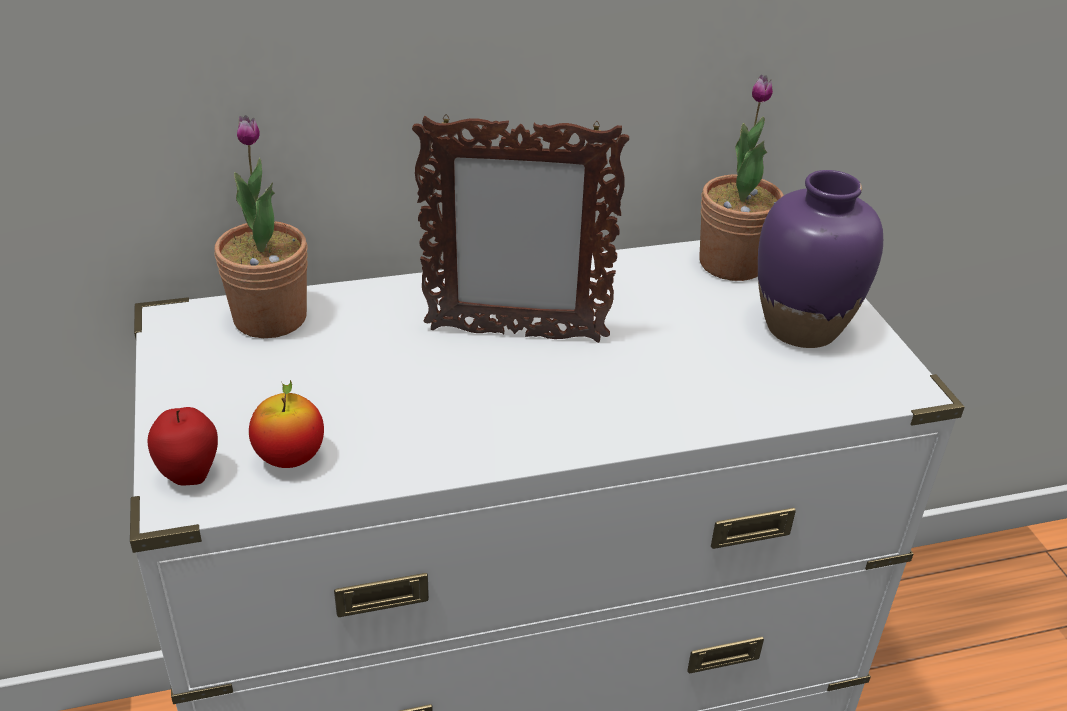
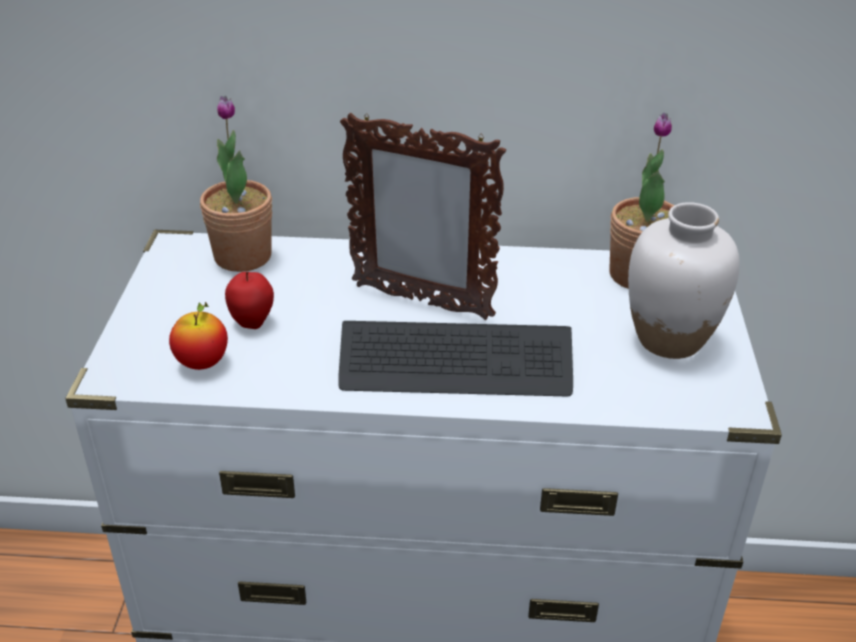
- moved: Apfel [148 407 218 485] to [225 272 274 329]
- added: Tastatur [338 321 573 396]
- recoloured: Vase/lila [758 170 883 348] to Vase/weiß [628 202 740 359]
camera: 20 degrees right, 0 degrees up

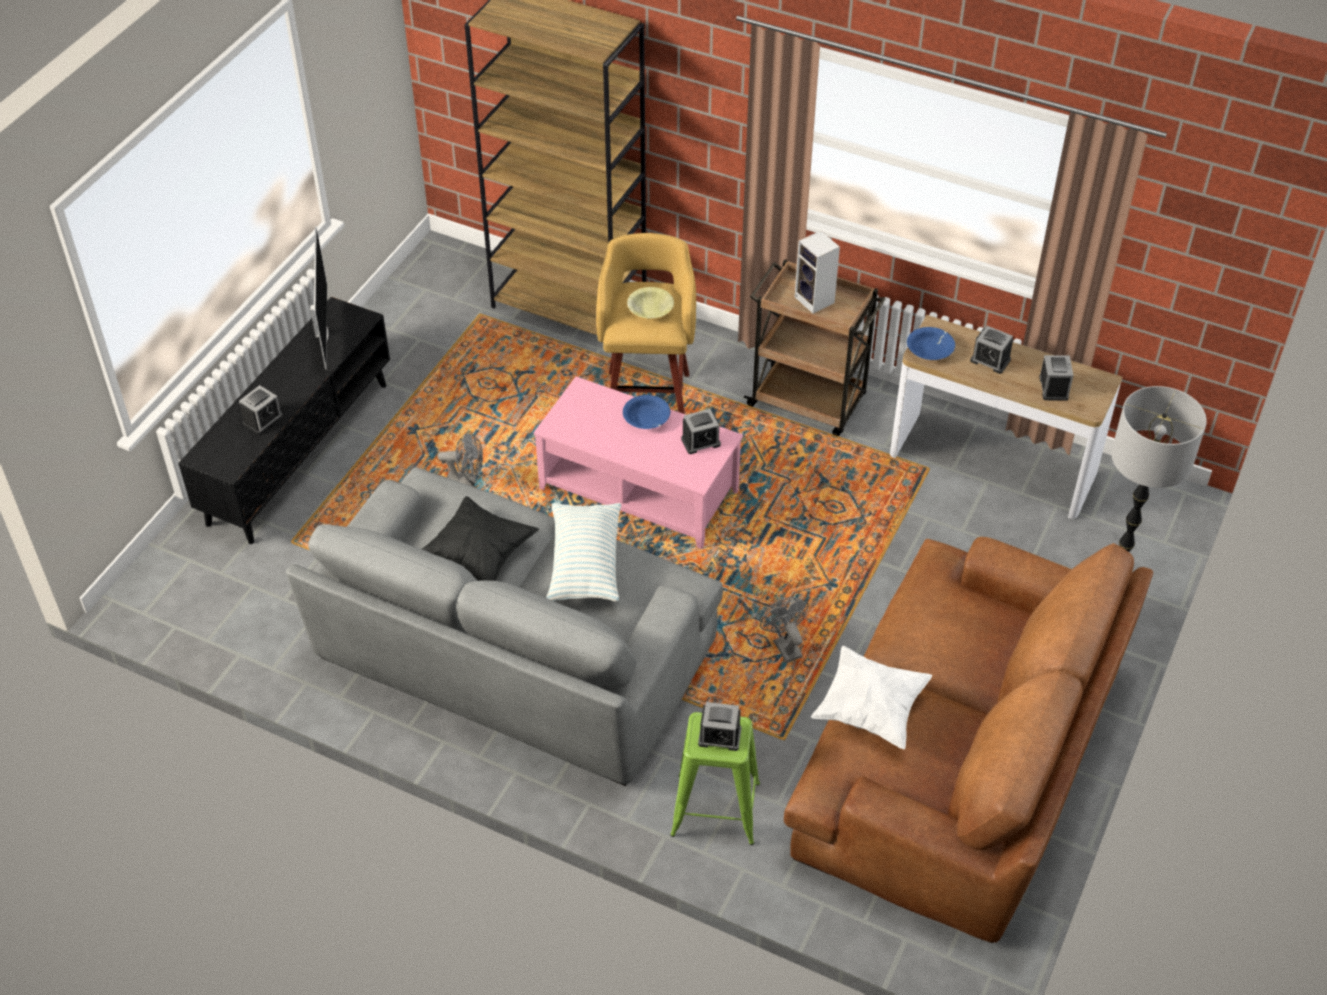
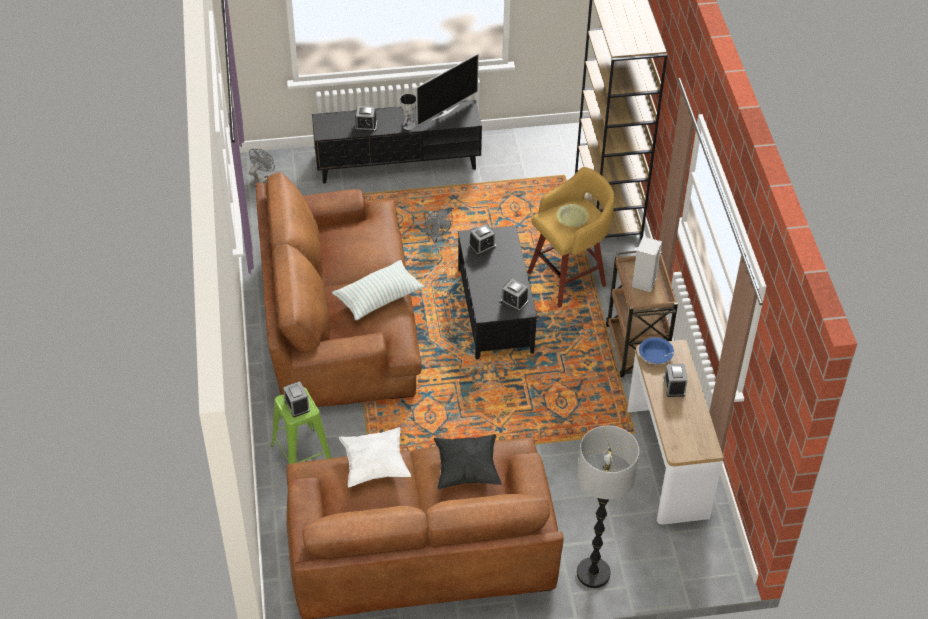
- moved: Ventilator/grau [760 597 809 663] to [249 149 275 187]
- recoloured: Sofa/grau [286 467 723 786] to Sofa/braun [256 172 422 407]
- added: Vase [400 93 416 130]
- moved: Kissen/schwarz [422 496 539 581] to [434 434 502 489]
- recoloured: Couchtisch/rosa [534 376 743 549] to Couchtisch/schwarz [458 226 537 359]
- moved: Wecker [1039 355 1074 401] to [469 224 496 255]
- removed: Schüssel/blau [623 395 670 429]
camera: 55 degrees right, 0 degrees up

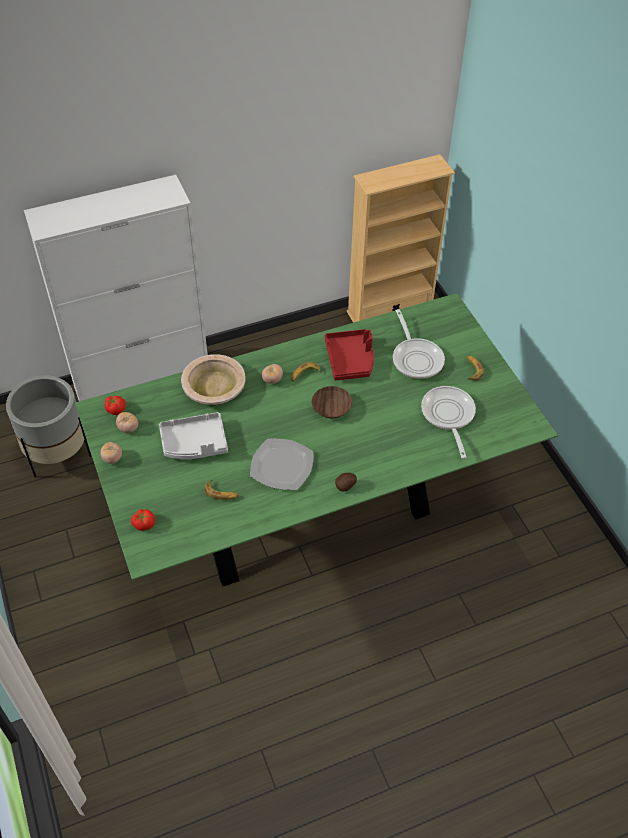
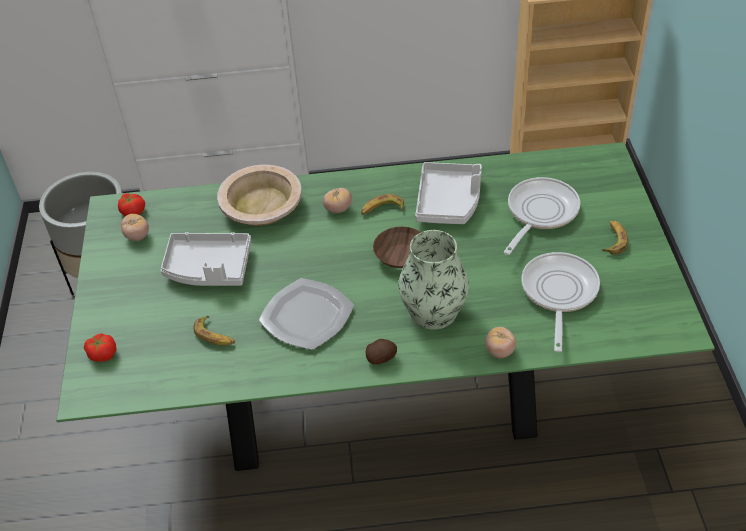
- added: Vase [398 230 469 330]
- recoloured: Tablett/rot [325 329 374 380] to Tablett/grau [415 162 482 224]
- moved: Tomate [100 442 122 464] to [485 327 516 358]
- turned: Pfanne [393 309 445 379] = [504 177 580 255] 150 degrees counterclockwise
camera: 20 degrees right, 5 degrees down

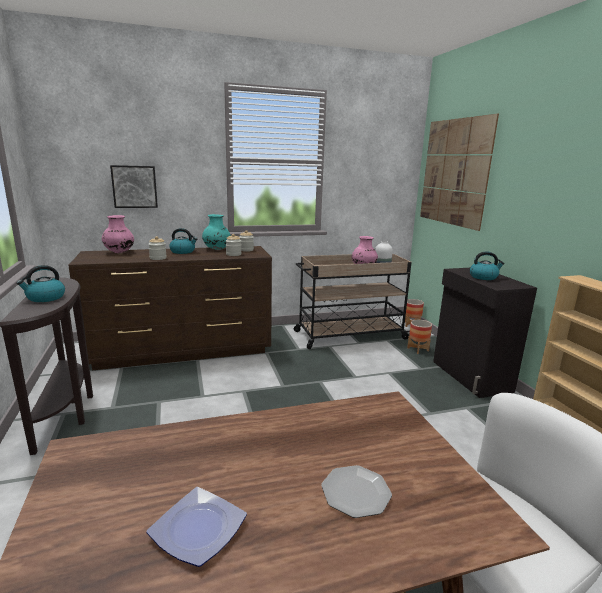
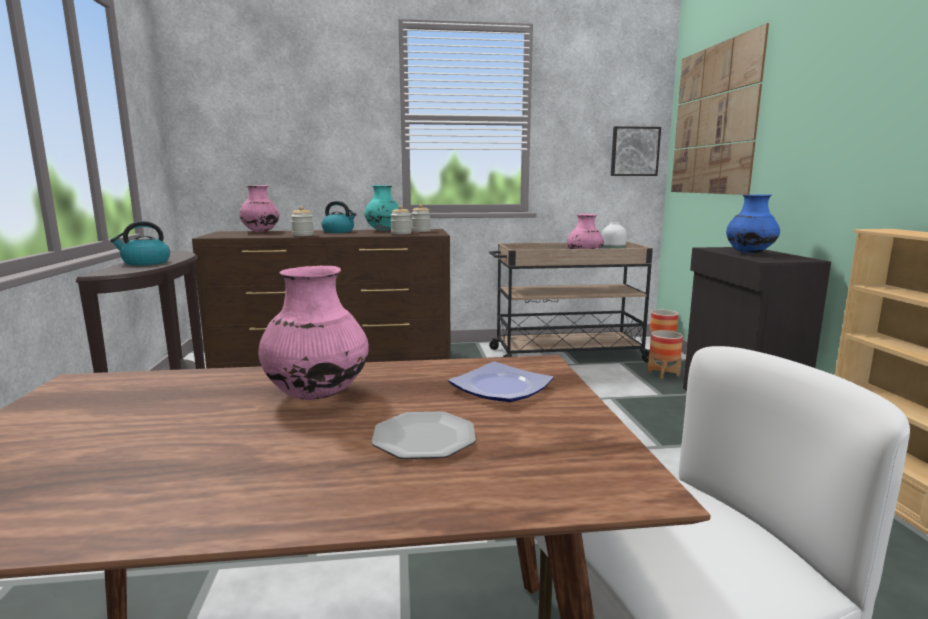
- added: Vase/rosa [258 266 369 400]
- moved: Teller [147 487 247 567] to [448 361 554 402]
- moved: Bild [110 165 158 208] to [611 126 661 176]
- replaced: Wasserkessel [470 251 505 280] to Vase/blau [726 194 780 254]
camera: 10 degrees right, 5 degrees down

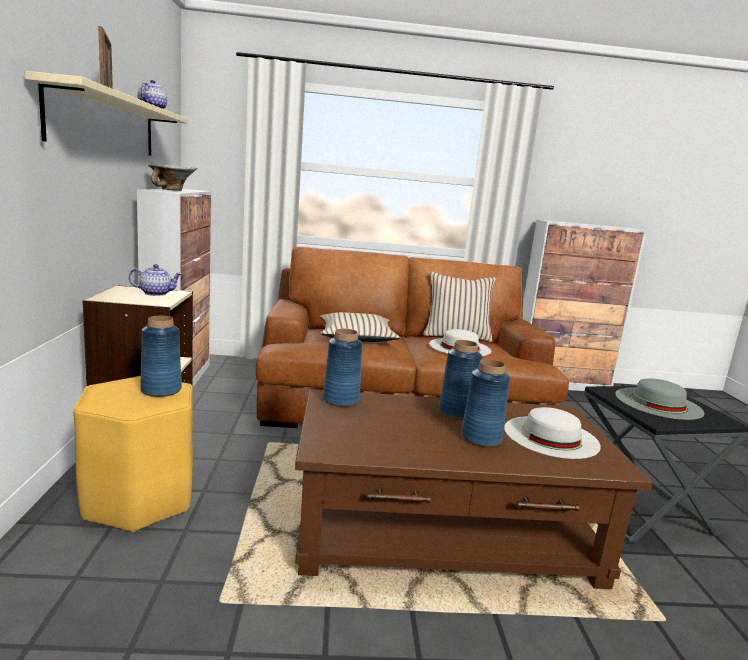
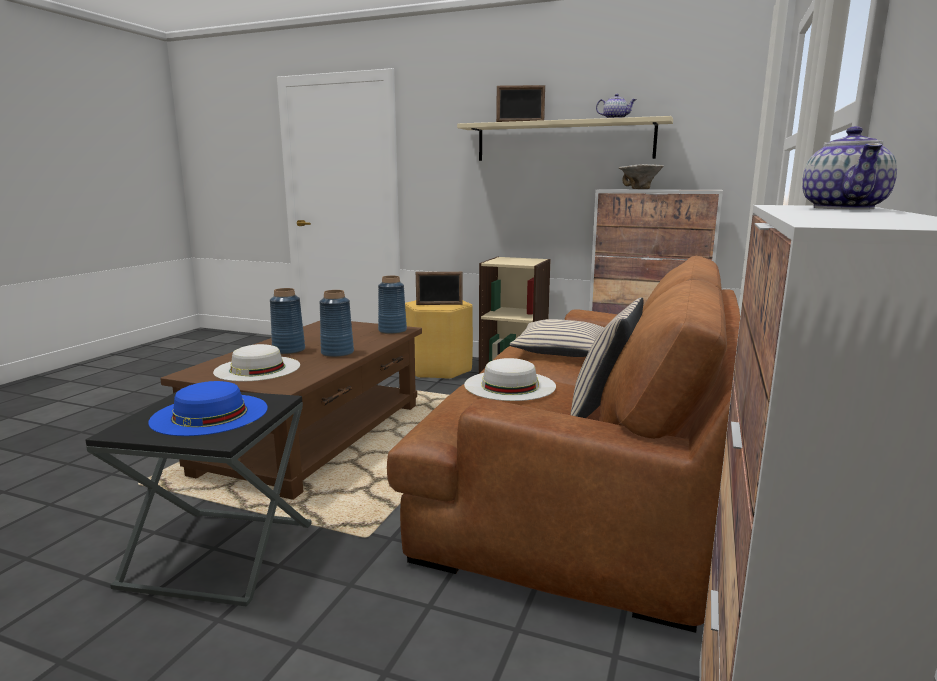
- recoloured: Hut/grau [615 378 704 420] to Hut/blau [148 381 268 436]
- replaced: Vase/blau [140 316 182 397] to Bilderrahmen [416 272 463 305]
- moved: Teekanne [129 264 182 296] to [802 126 897 210]
camera: 115 degrees right, 0 degrees up

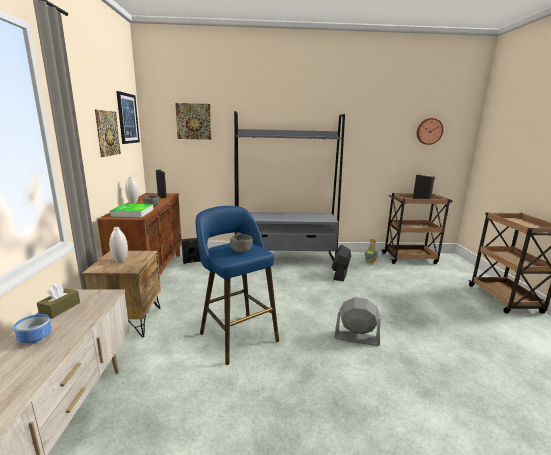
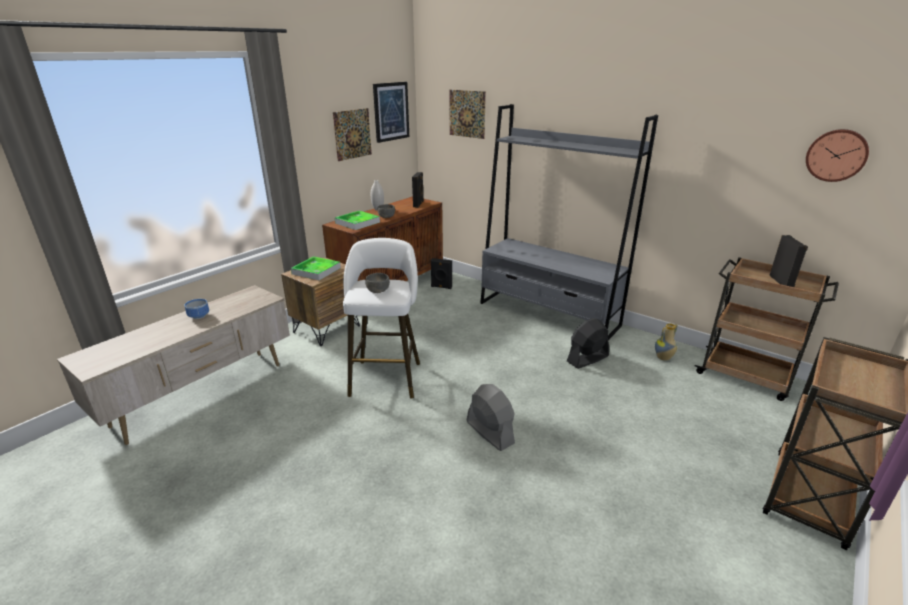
- replaced: Vase/weiß [109 227 128 263] to Tablett [291 256 341 280]
- recoloured: Hocker/blau [196 206 279 365] to Hocker/weiß [343 238 420 399]
- removed: Taschentuchbox/braun [37 284 80 319]
camera: 40 degrees right, 10 degrees up

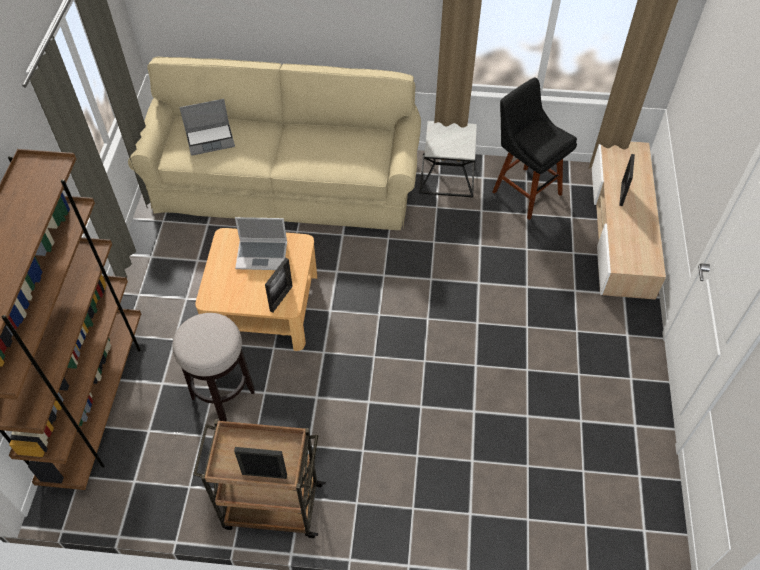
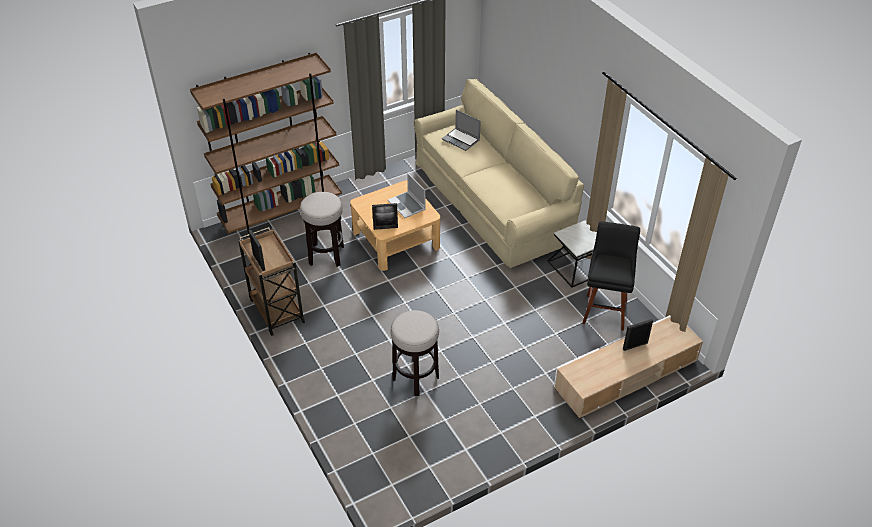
- added: Hocker [390 310 439 396]
camera: 55 degrees right, 10 degrees down

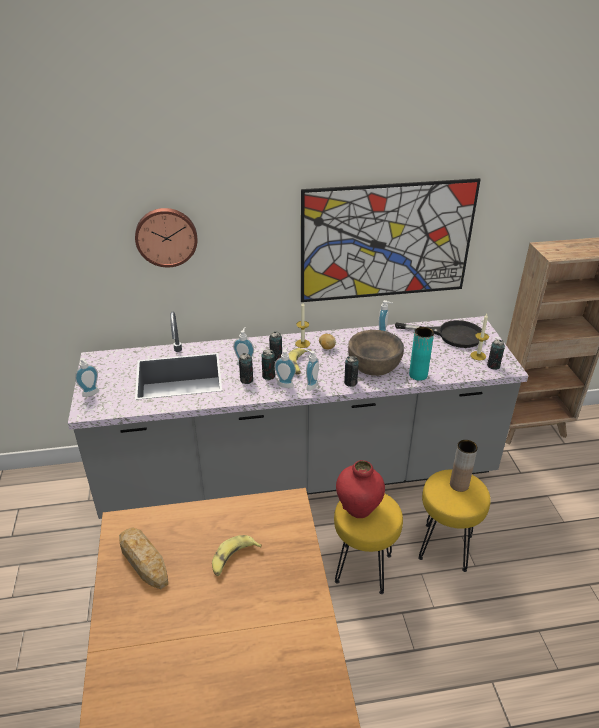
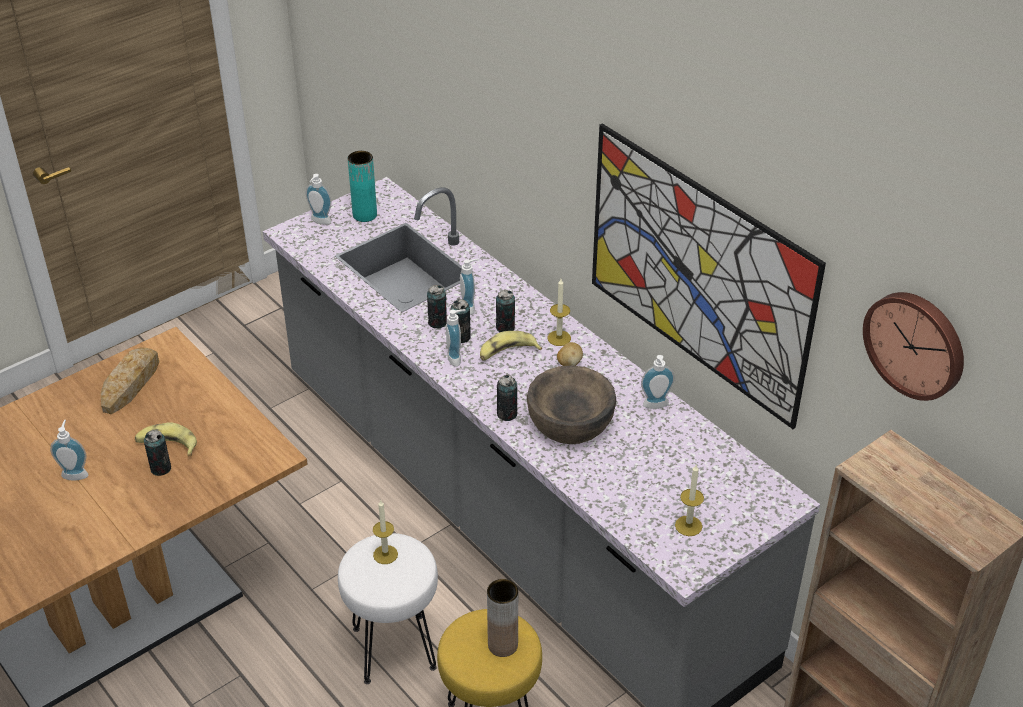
- moved: Seifenspender [305 349 319 391] to [50 420 89 481]
- moved: Dose [487 340 505 370] to [144 430 171 476]
- recoloured: Hocker/gelb [334 494 403 594] to Hocker/weiß [338 533 438 684]
- moved: Vase/türkis [409 327 434 381] to [348 151 377 222]
- replaced: Vase/rot [336 460 385 518] to Kerze [373 500 398 564]
- moved: Wanduhr [135 208 197 267] to [863 292 964 401]
- removed: Pfanne/schwarz [395 320 482 348]
camera: 60 degrees right, 5 degrees up

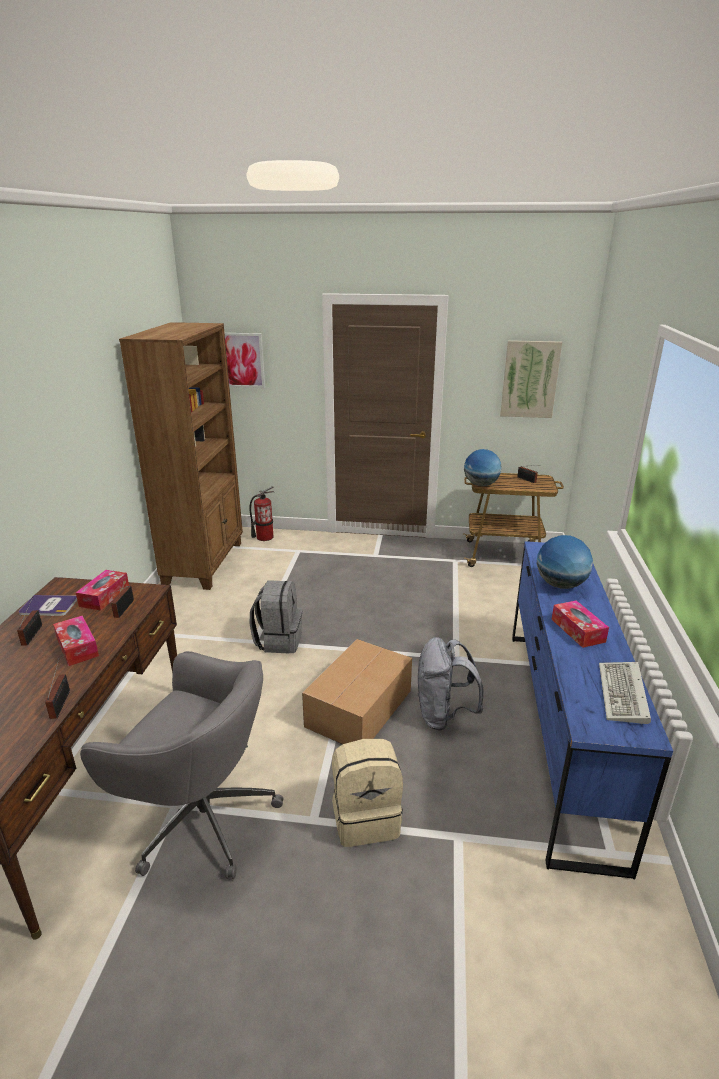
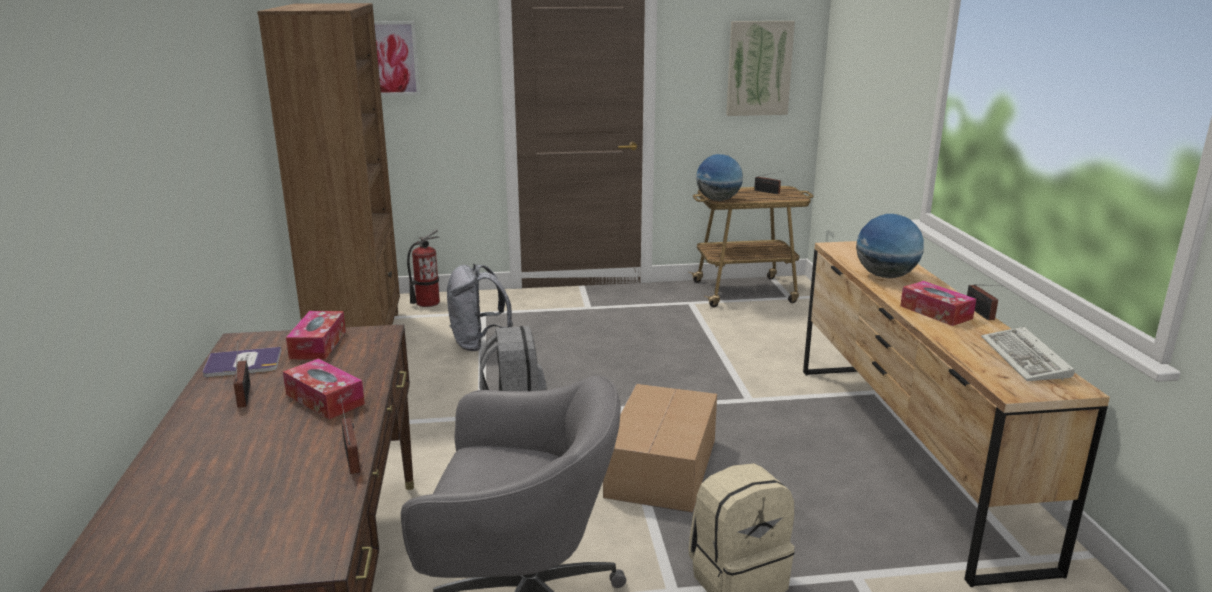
- moved: Rucksack/grau [417 637 484 731] to [447 264 513 351]
- recoloured: Kommode/blau [512 541 673 879] to Kommode/braun [803 241 1110 587]
- moved: Radio [111 586 134 618] to [967 284 998 320]
camera: 15 degrees left, 5 degrees down

